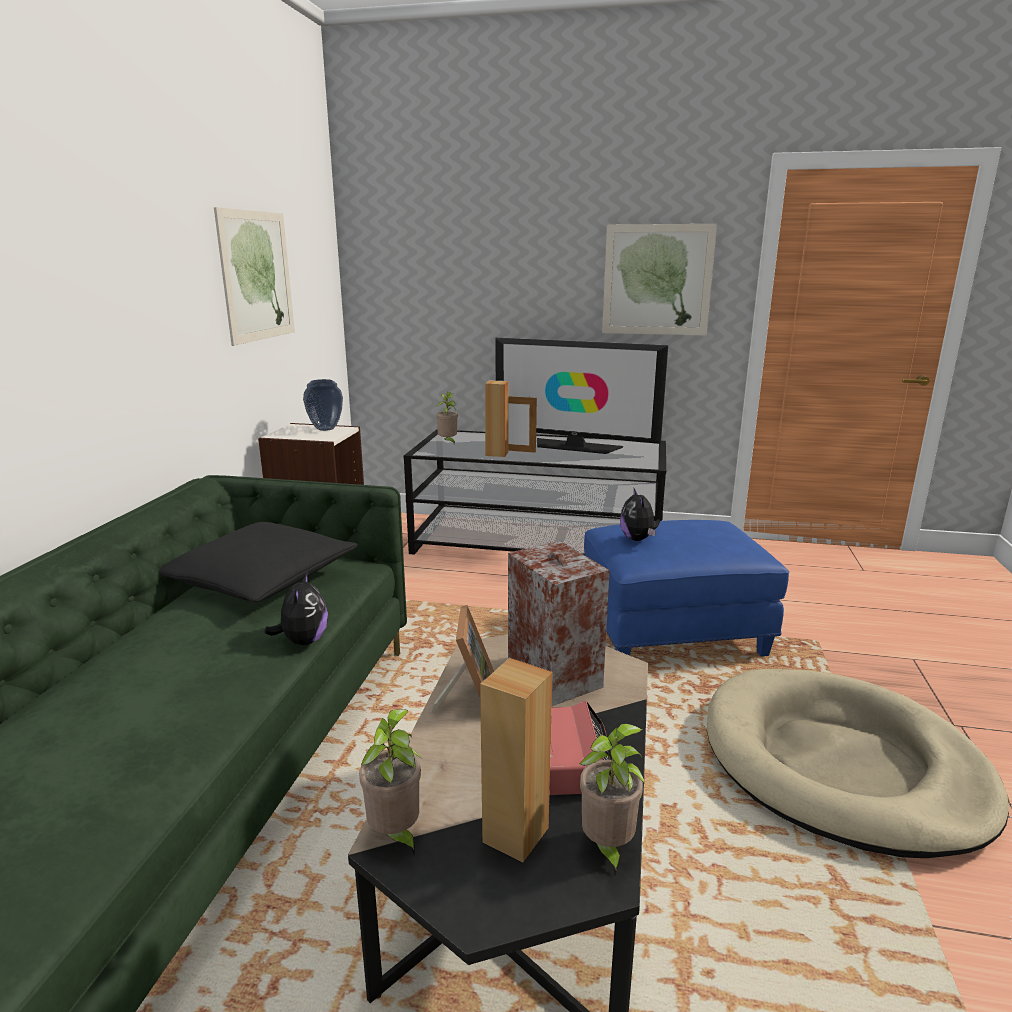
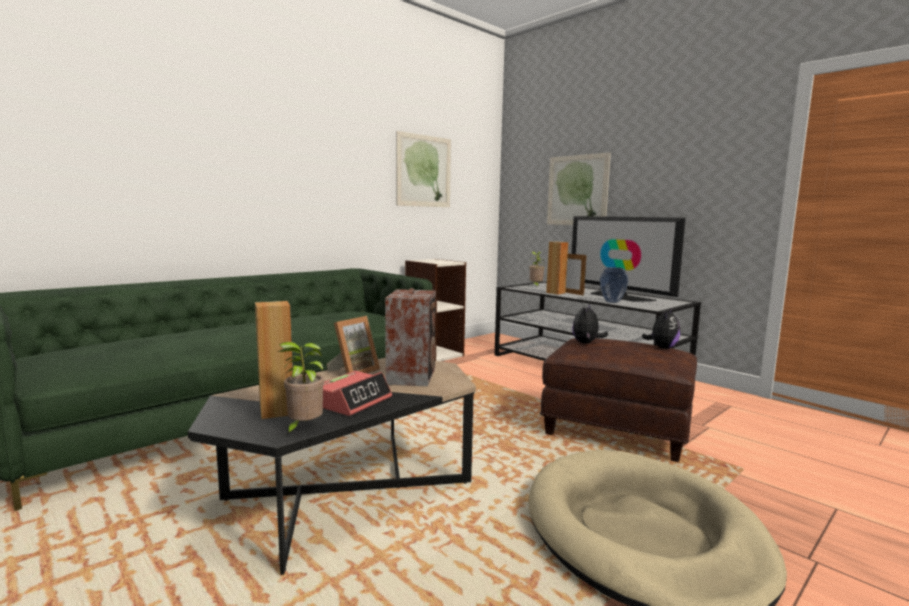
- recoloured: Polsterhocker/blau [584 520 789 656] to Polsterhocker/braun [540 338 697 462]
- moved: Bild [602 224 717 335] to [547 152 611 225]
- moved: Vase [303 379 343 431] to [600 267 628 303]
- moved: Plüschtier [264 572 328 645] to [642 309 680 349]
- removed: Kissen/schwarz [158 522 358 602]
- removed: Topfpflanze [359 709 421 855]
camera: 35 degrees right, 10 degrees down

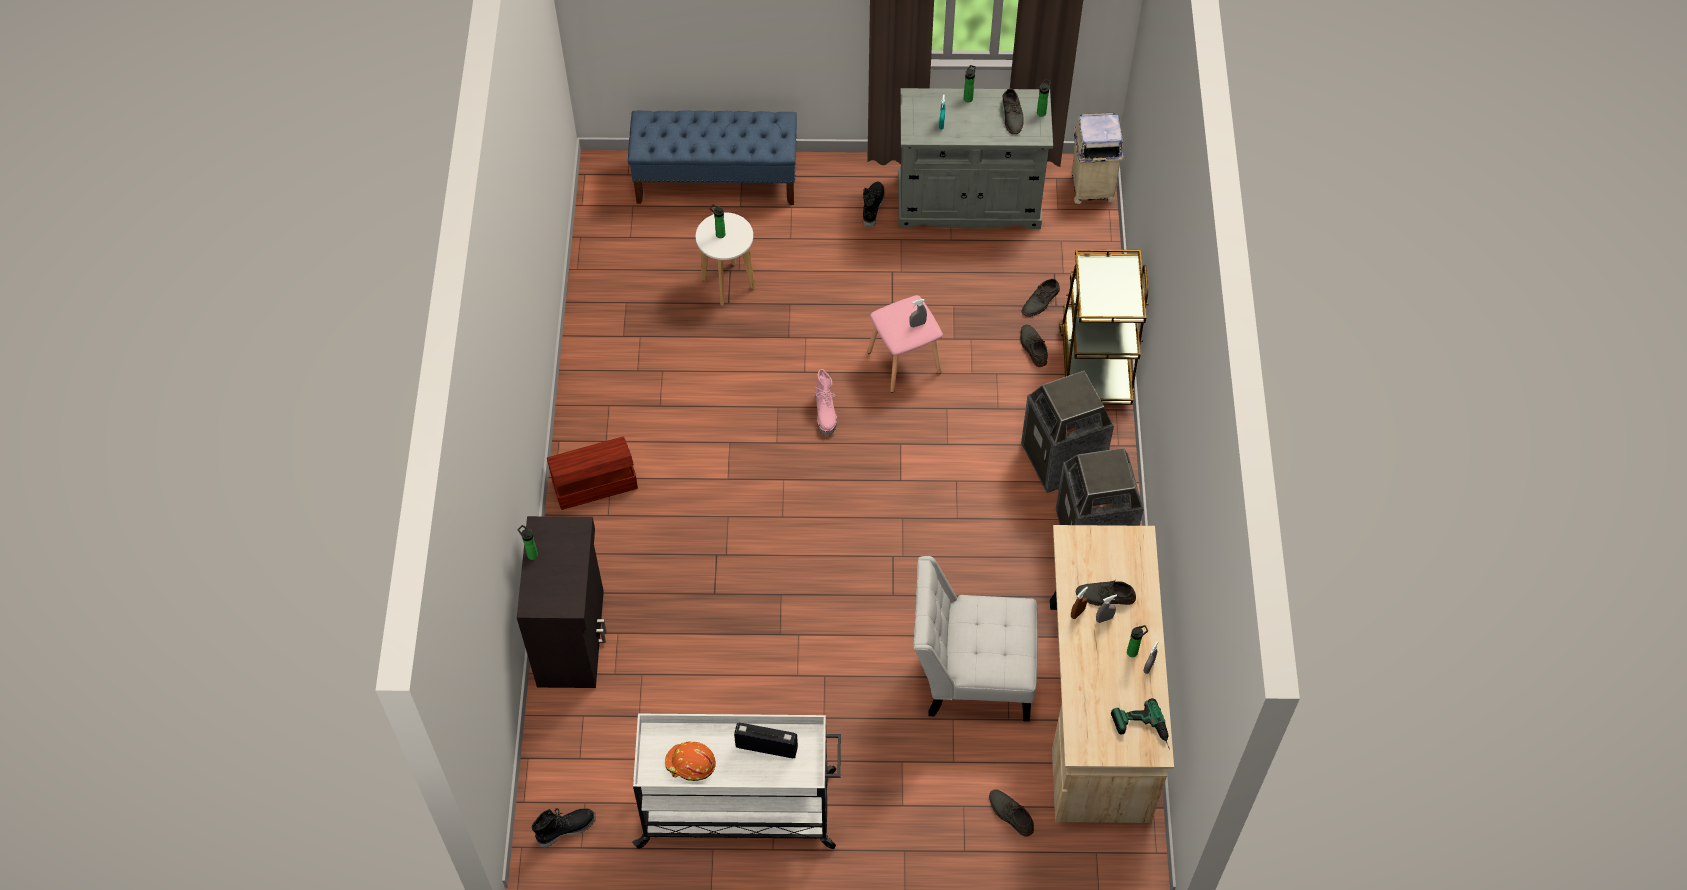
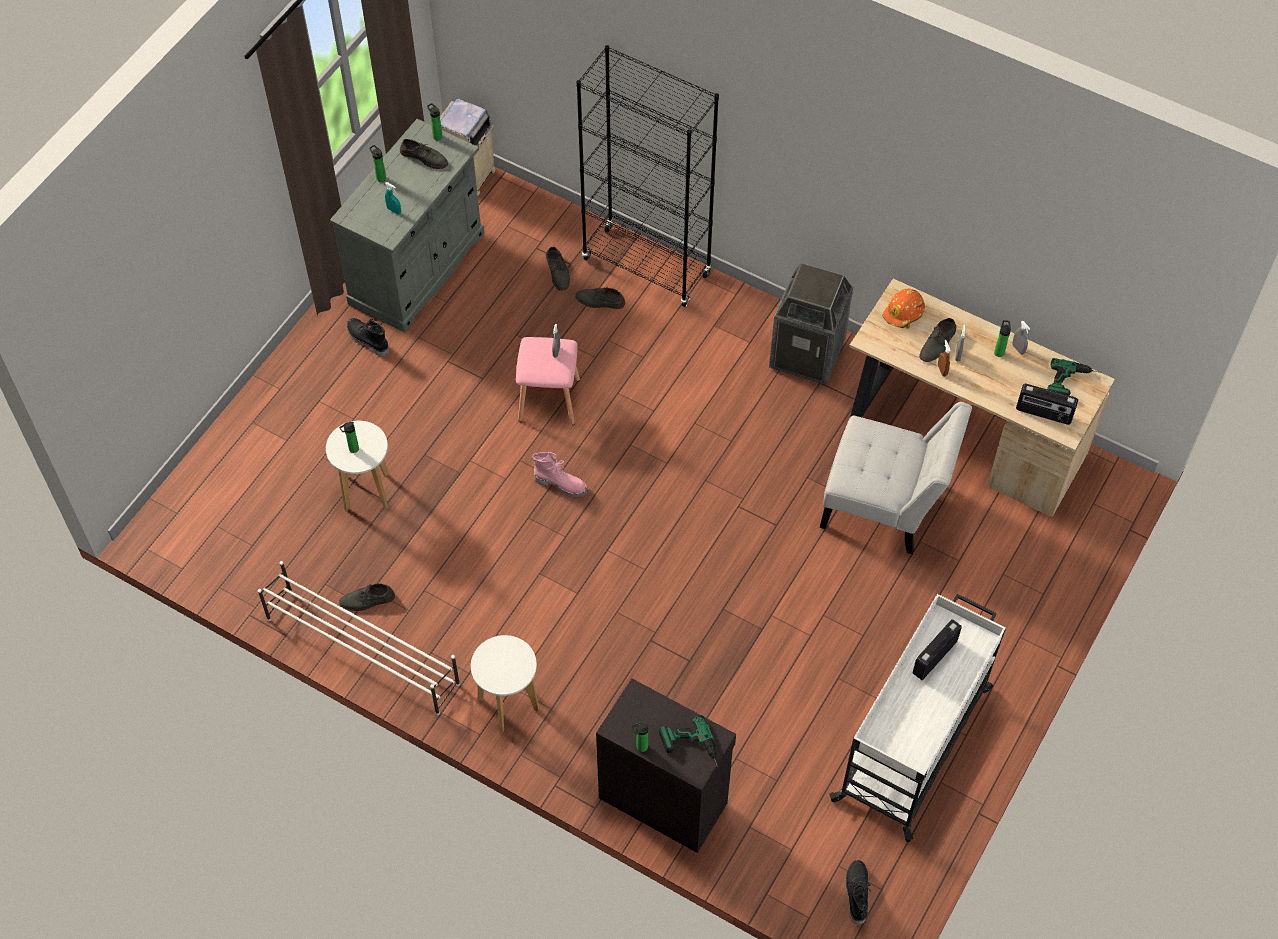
- added: Schuhregal/weiß [258 561 460 715]
- moved: Schuh/grau [989 789 1034 837] to [339 583 395 611]
- replaced: Aufbewahrungsbox/braun [547 436 638 510] to Hocker/weiß [471 635 540 733]
- replaced: Rollwagen/braun [1059 249 1149 405] to Bücherregal/schwarz [576 45 719 307]
- added: Bohrmaschine [658 715 718 767]
- turned: Stuhl/weiß [914 556 1038 721] = [820 402 972 555] 105 degrees counterclockwise
- moved: Schutzhelm/orange [665 742 716 781] to [882 289 925 329]
- added: Radio [1016 384 1078 425]
- removed: Bank/blau [628 110 797 205]
- removed: Mülleimer [1021 371 1114 493]
camera: 60 degrees left, 0 degrees up

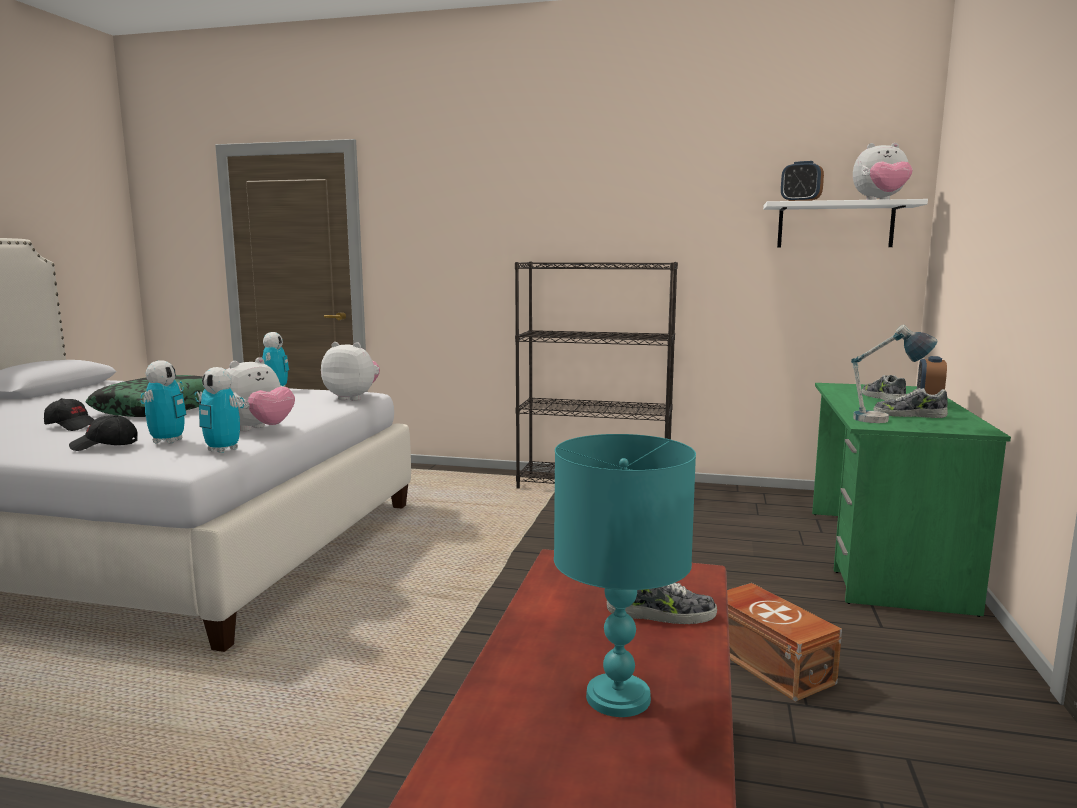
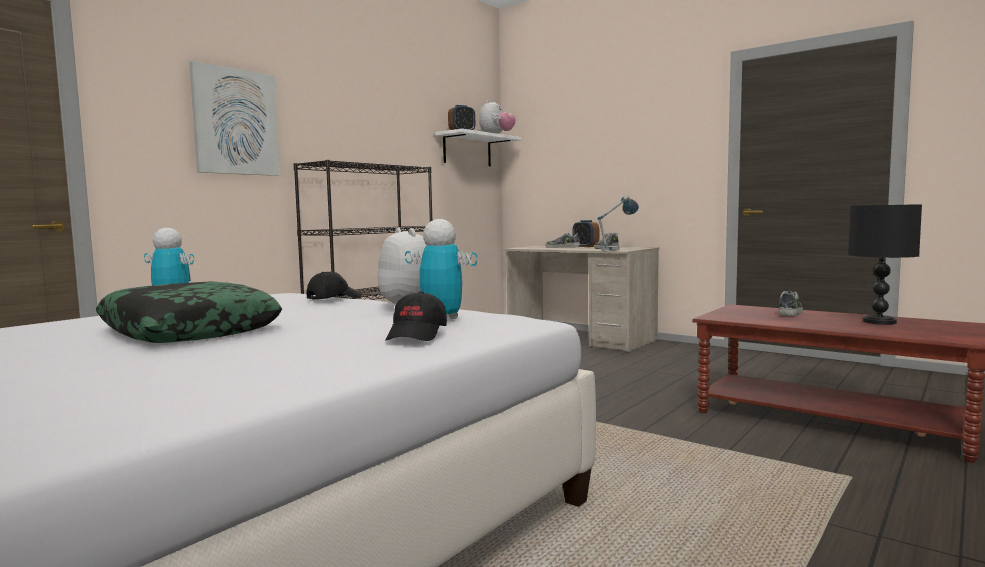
- added: Bild [189 61 280 176]
- moved: Kappe/schwarz [44 398 94 431] to [306 272 361 300]
- recoloured: Schreibtisch/grün [812 383 1011 617] to Schreibtisch/beige [504 245 659 352]
- recoloured: Tischlampe/türkis [554 434 696 717] to Tischlampe/schwarz [848 204 922 325]
- removed: Spielzeugroboter [194 367 244 453]
- removed: Plüschtier [321 342 380 401]
- removed: Aufbewahrungsbox/braun [727 583 842 702]
camera: 65 degrees left, 5 degrees down

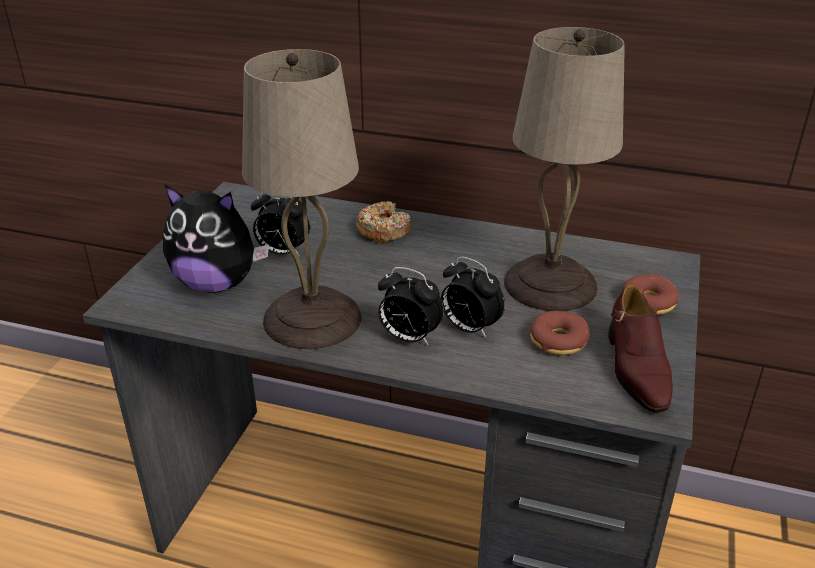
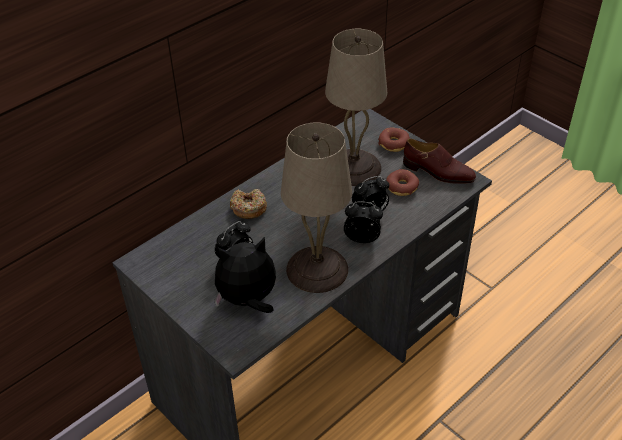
- turned: Plüschtier [163 185 269 293] = [214 237 276 313] 150 degrees counterclockwise
- turned: Wecker [378 267 444 346] = [344 201 383 243] 135 degrees counterclockwise
camera: 60 degrees left, 10 degrees up

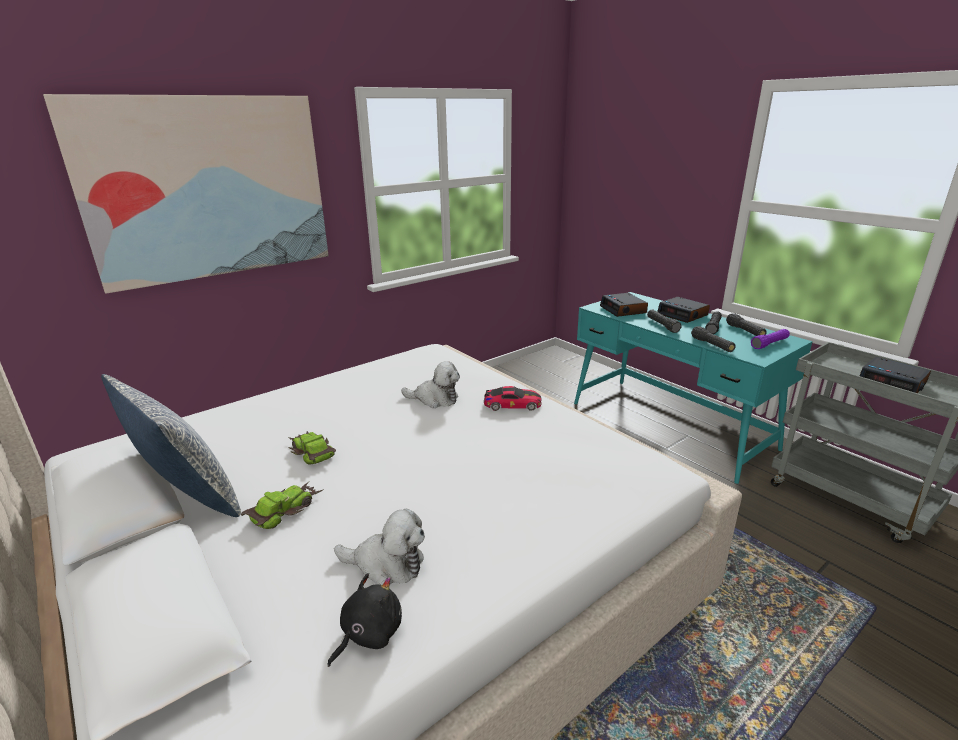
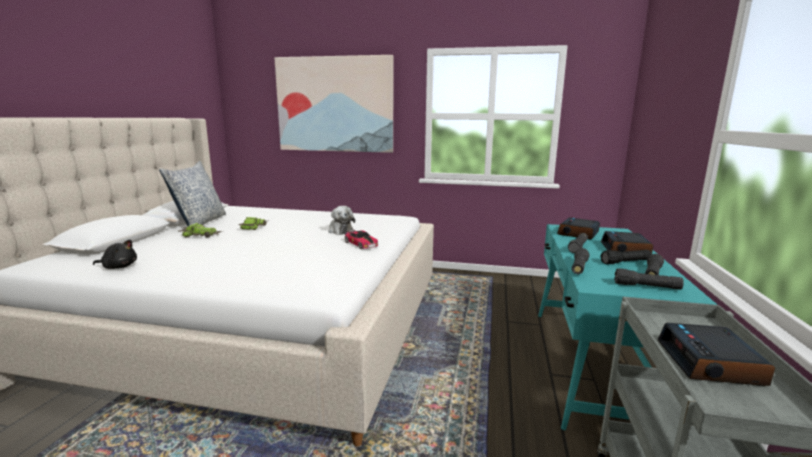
- recoloured: Taschenlampe/lila [751 329 790 349] to Taschenlampe/schwarz [614 268 684 290]
- removed: Plüschtier [334 509 425 585]
camera: 50 degrees right, 10 degrees down

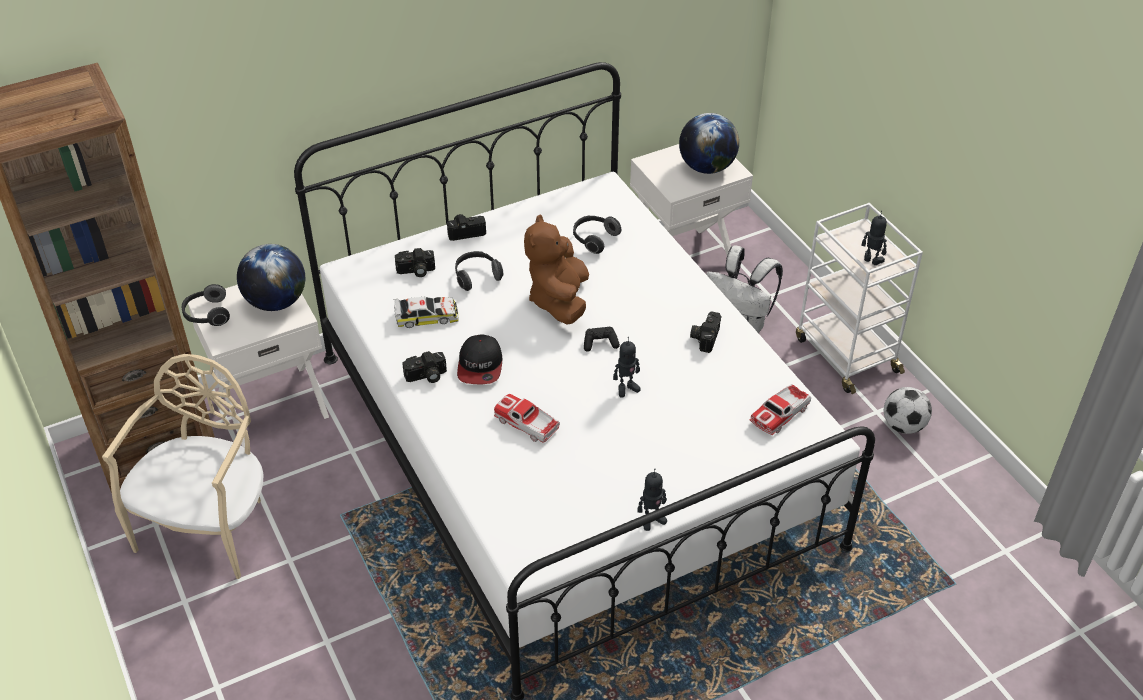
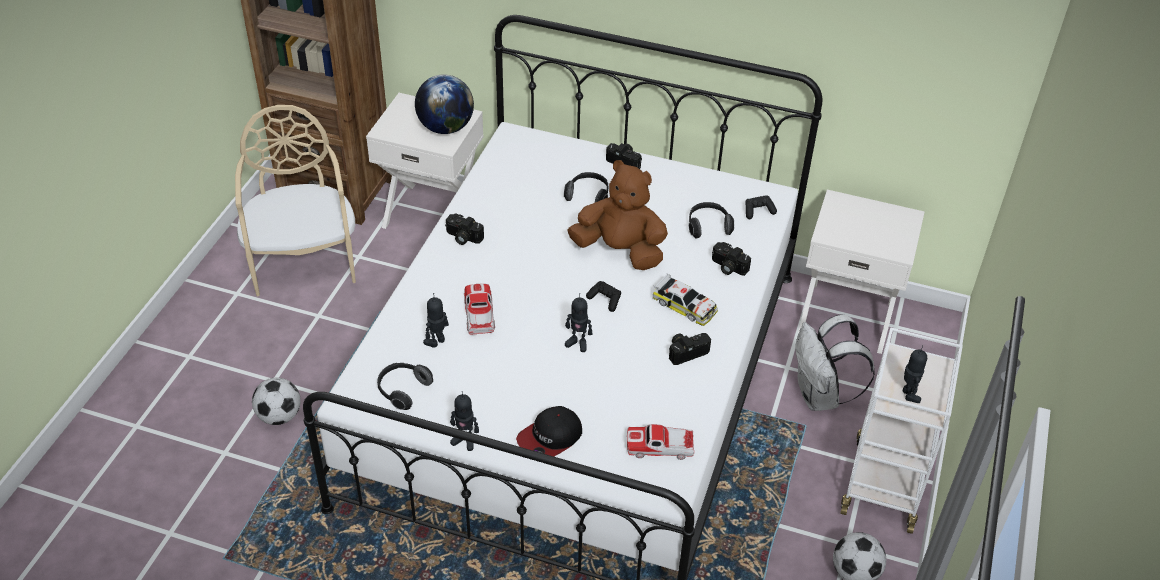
- turned: Stuhl/beige [102 354 263 579] = [235 105 356 296] 75 degrees counterclockwise
- added: Fußball [252 377 301 425]
- moved: Kopfhörer [182 284 230 326] to [377 363 433 410]
- added: Spielzeugroboter [423 293 449 348]
- moved: Kappe [457 335 502 384] to [516 406 582 457]
- turned: Plüschtier/braun [524 214 589 324] = [567 160 668 270] 60 degrees clockwise
- moved: Spielzeugauto [393 297 459 328] to [653 273 718 326]
- moved: Kamera [395 248 435 277] to [712 242 751 276]
- added: Gamepad/schwarz [745 195 777 219]
- removed: Globus [679 113 739 174]
camera: 45 degrees right, 0 degrees up

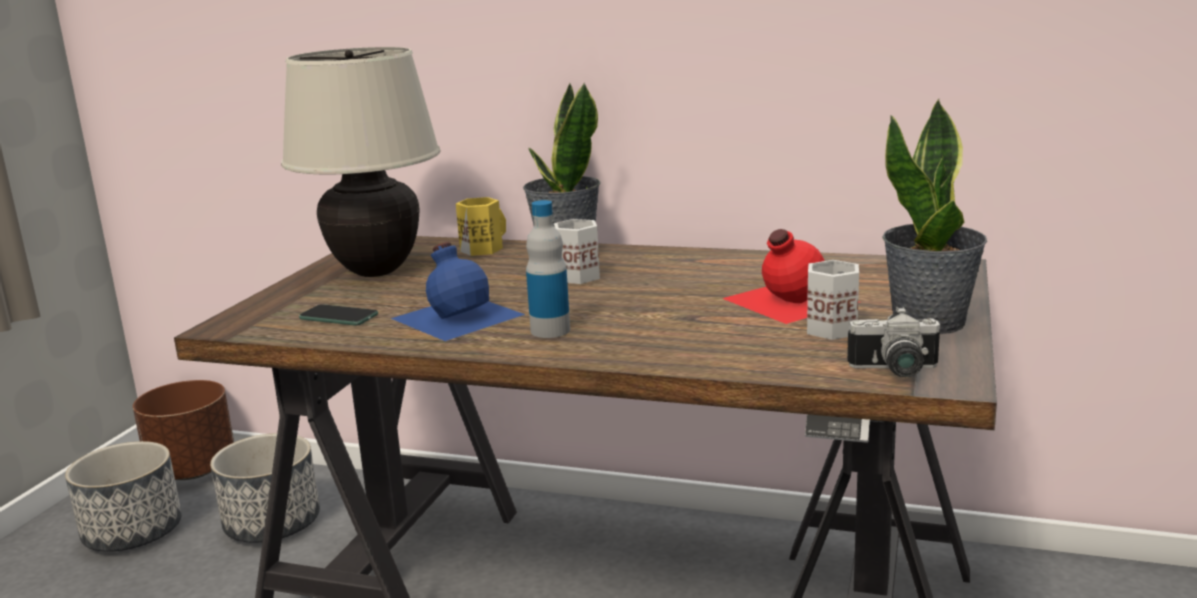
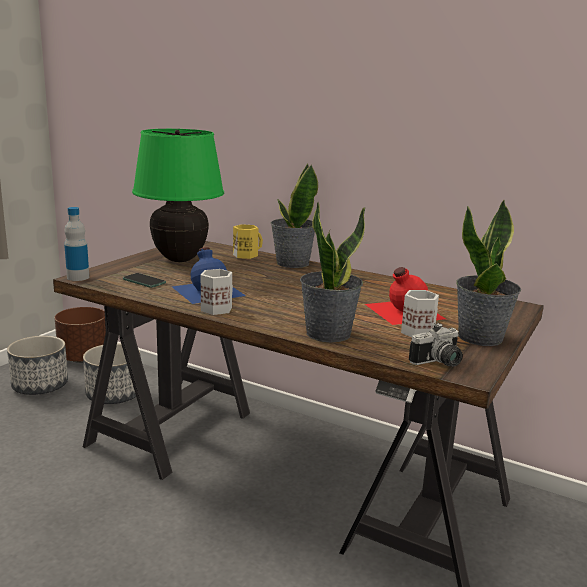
- moved: Flasche [526 200 570 338] to [64 207 89 281]
- recoloured: Tischlampe/beige [281 47 441 277] to Tischlampe/grün [132 129 224 262]
- moved: Henkelbecher/weiß [554 219 600 284] to [201 269 233 315]
- added: Topfpflanze [300 202 365 342]
- turned: Kamera [847 307 940 377] = [409 323 463 366] 45 degrees counterclockwise
camera: 10 degrees right, 0 degrees up

